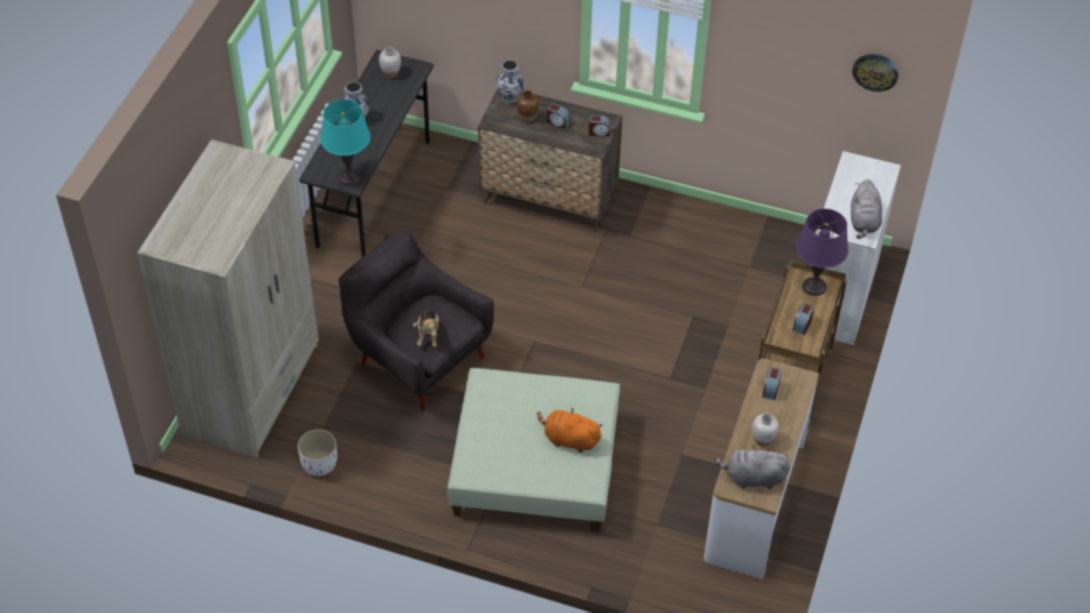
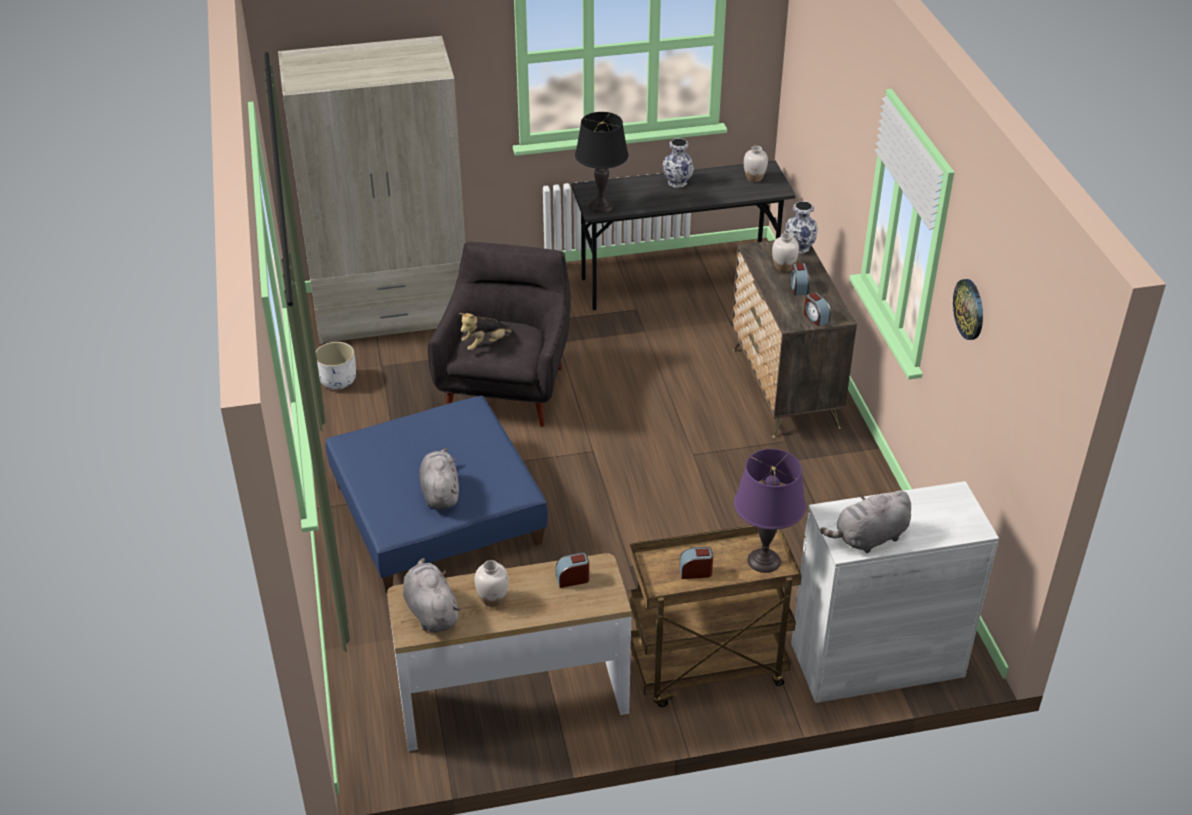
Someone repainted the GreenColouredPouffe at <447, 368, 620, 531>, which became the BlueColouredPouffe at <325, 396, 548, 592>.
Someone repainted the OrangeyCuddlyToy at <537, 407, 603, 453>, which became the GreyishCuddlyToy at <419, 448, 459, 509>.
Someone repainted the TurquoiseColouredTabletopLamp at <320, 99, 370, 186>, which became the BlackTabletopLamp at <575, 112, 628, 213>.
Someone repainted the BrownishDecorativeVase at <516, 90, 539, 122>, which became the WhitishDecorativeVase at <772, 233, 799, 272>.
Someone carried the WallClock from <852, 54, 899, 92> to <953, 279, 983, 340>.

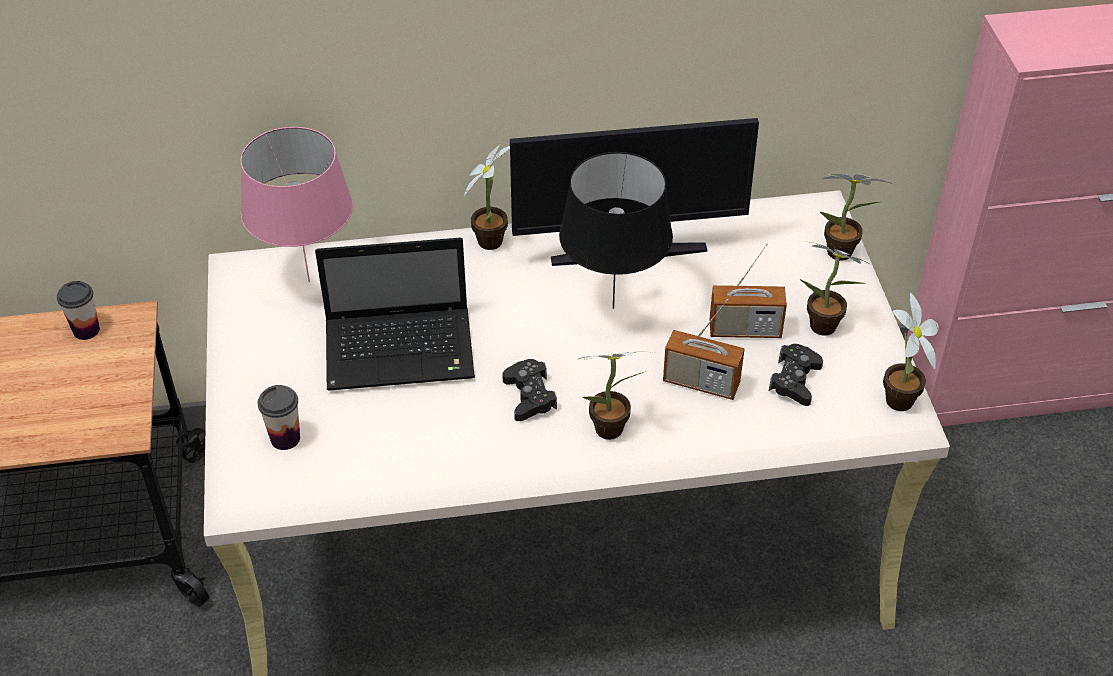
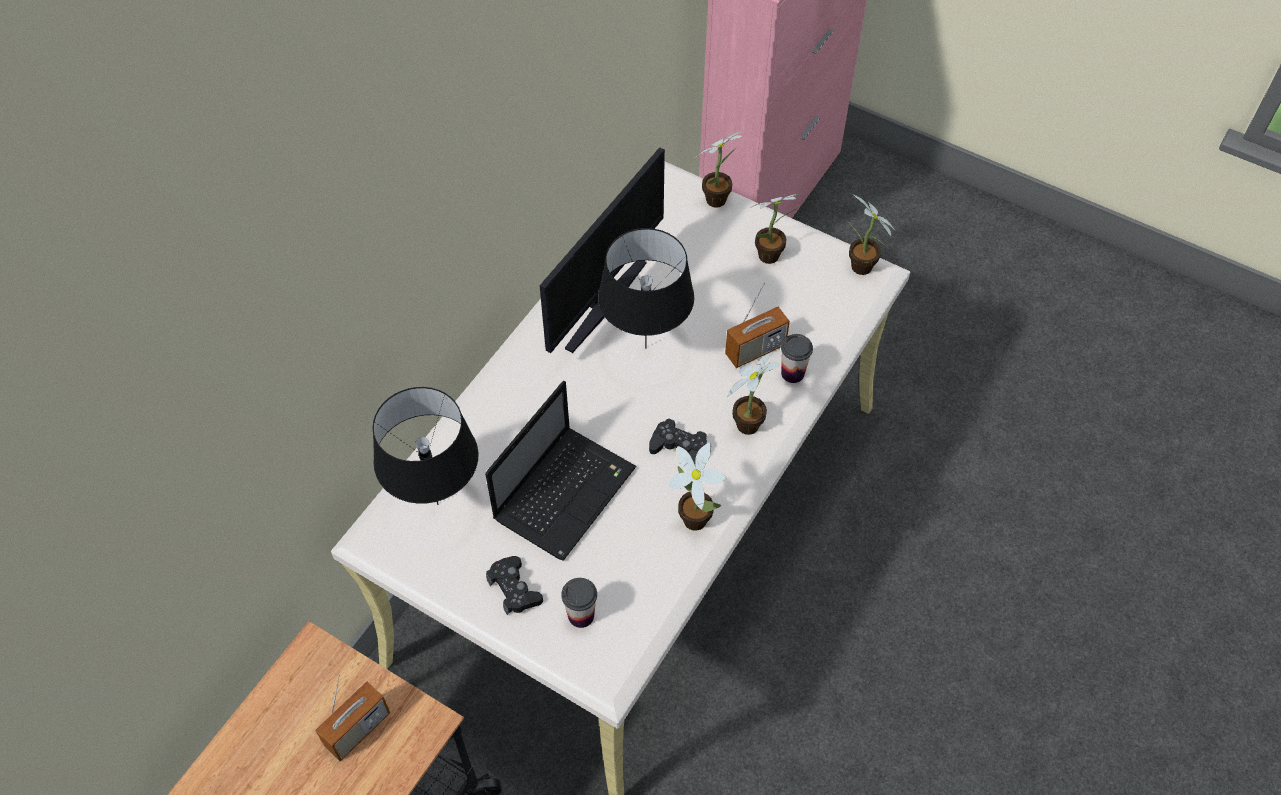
Someone carried the RadioReceiver from <709, 243, 787, 338> to <315, 674, 390, 761>.
Someone repainted the PinkishTabletopLamp at <240, 127, 353, 282>, which became the BlackTabletopLamp at <373, 387, 479, 505>.
Someone carried the BlackJoypad from <769, 344, 823, 406> to <486, 556, 543, 615>.
Someone carried the PlantInAPot from <464, 145, 510, 250> to <668, 442, 726, 531>.
Someone carried the SmallCup from <57, 281, 100, 340> to <781, 334, 813, 383>.

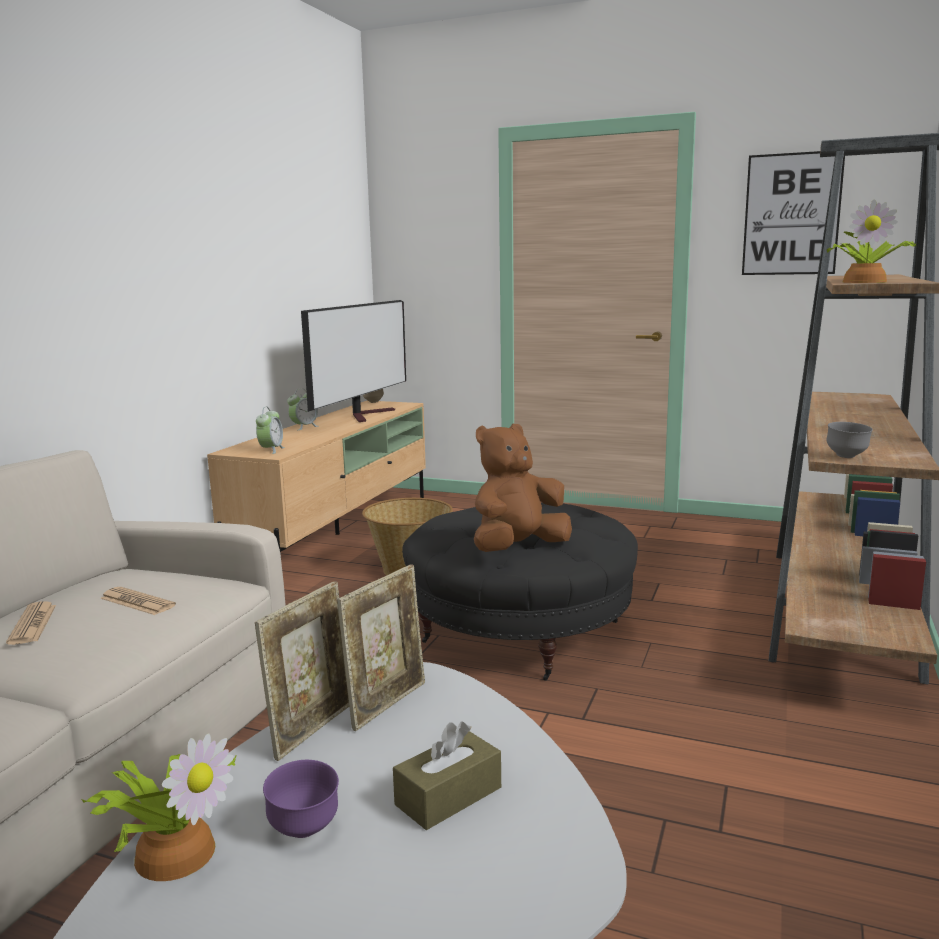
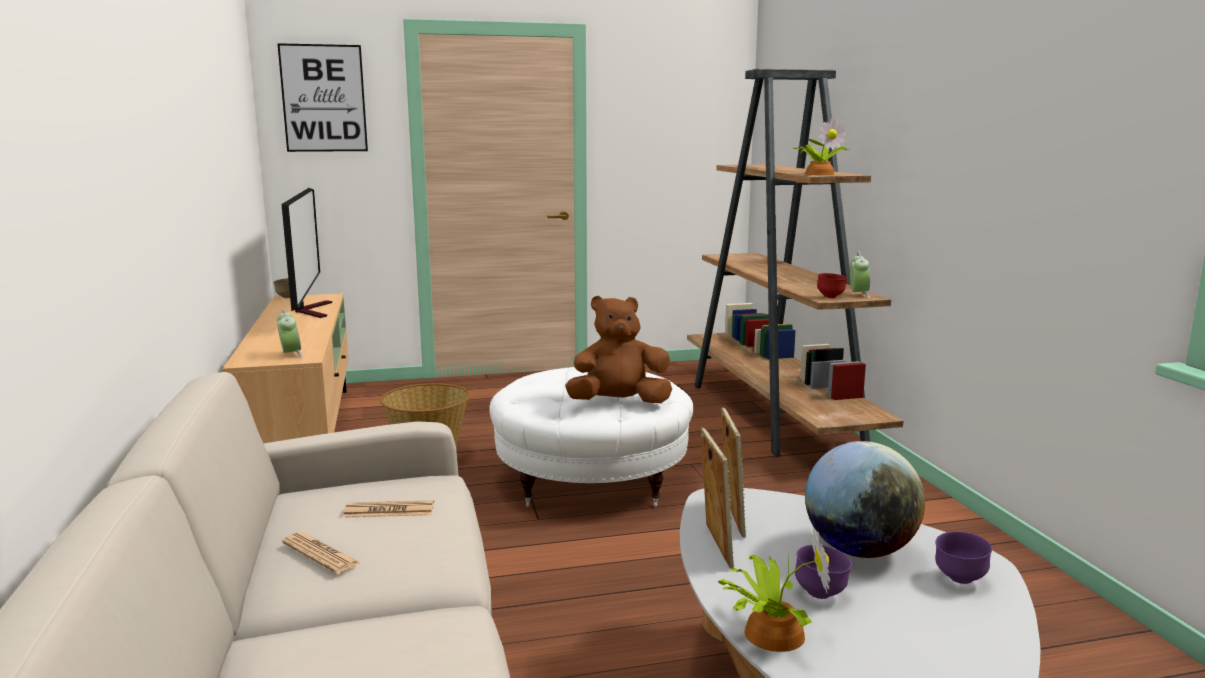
Someone carried the WallPicture from <742, 151, 845, 275> to <277, 43, 368, 152>.
Someone repainted the BlackPouffe at <402, 503, 638, 681>, which became the WhitishPouffe at <489, 367, 693, 508>.
Someone rotated the BrownishCuddlyToy at <474, 424, 572, 552> by 60 degrees clockwise.
Someone swapped the BrownishBoxOfTissues at <393, 721, 501, 830> for the DeskGlobe at <805, 441, 925, 558>.
Someone repainted the GreyishBowl at <827, 422, 873, 458>, which became the RedBowl at <817, 273, 848, 298>.
Someone carried the BedsideClock from <287, 389, 318, 430> to <850, 251, 870, 298>.
Someone put down the PurpleColouredBowl at <935, 532, 992, 584>.

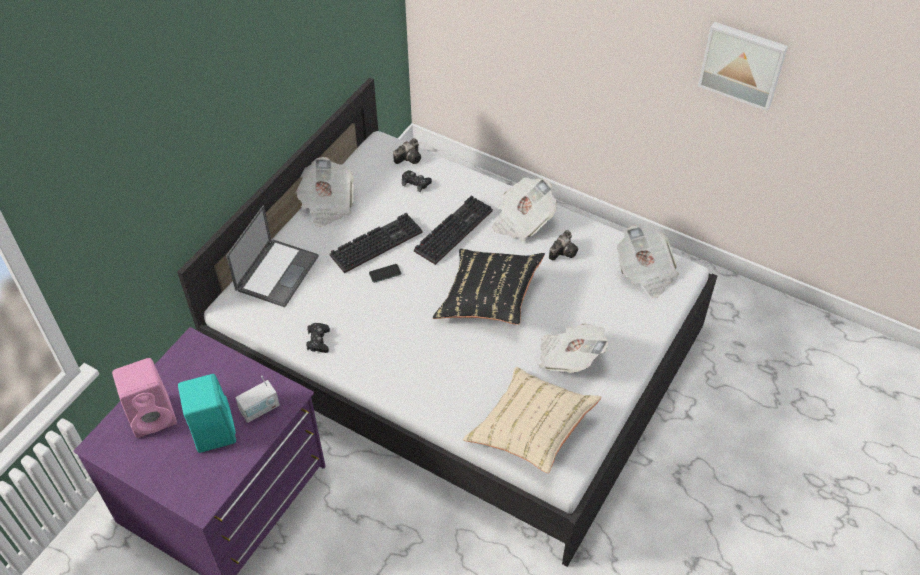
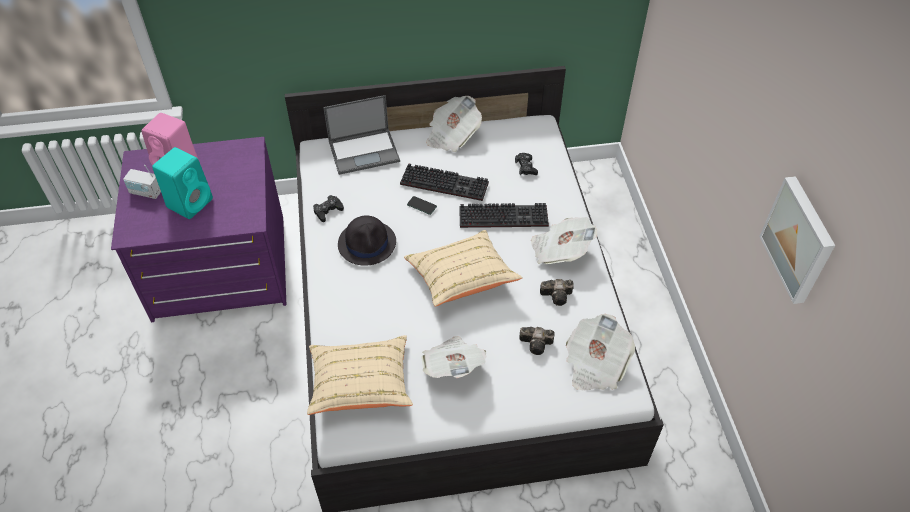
Someone carried the RadioReceiver from <235, 376, 280, 423> to <123, 165, 161, 199>.
Someone put down the BlackWearableHat at <338, 216, 396, 266>.
Someone repainted the BlackPillow at <433, 249, 545, 325>, which became the SandColouredPillow at <404, 230, 522, 307>.
Someone carried the PhotoCamera from <393, 138, 421, 164> to <519, 327, 554, 355>.

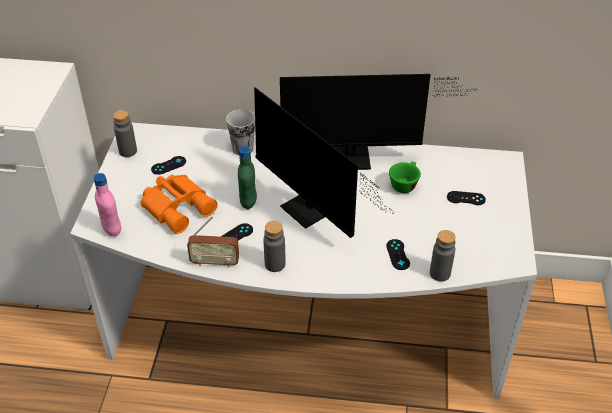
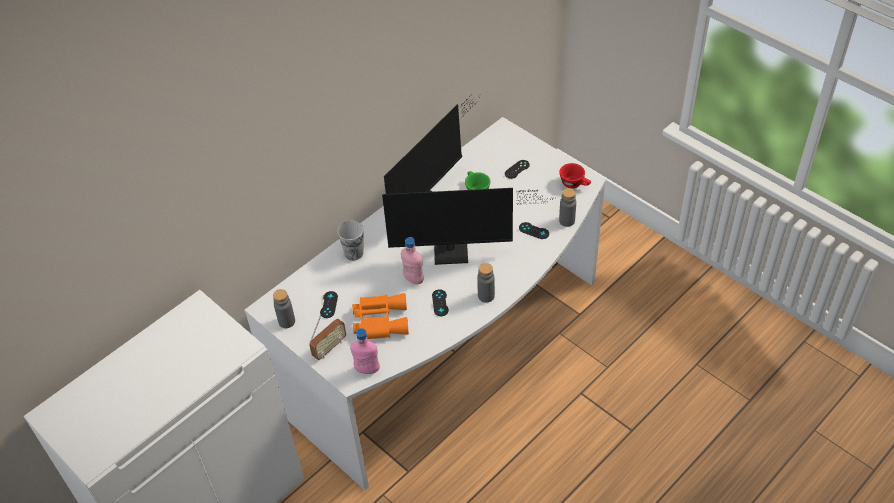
Someone carried the RadioReceiver from <187, 216, 239, 268> to <309, 315, 346, 360>.
Someone repainted the GreenColouredBeverageBottle at <238, 146, 257, 209>, which became the PinkishBeverageBottle at <401, 237, 424, 284>.
Someone put down the RedSmallCup at <559, 163, 591, 189>.

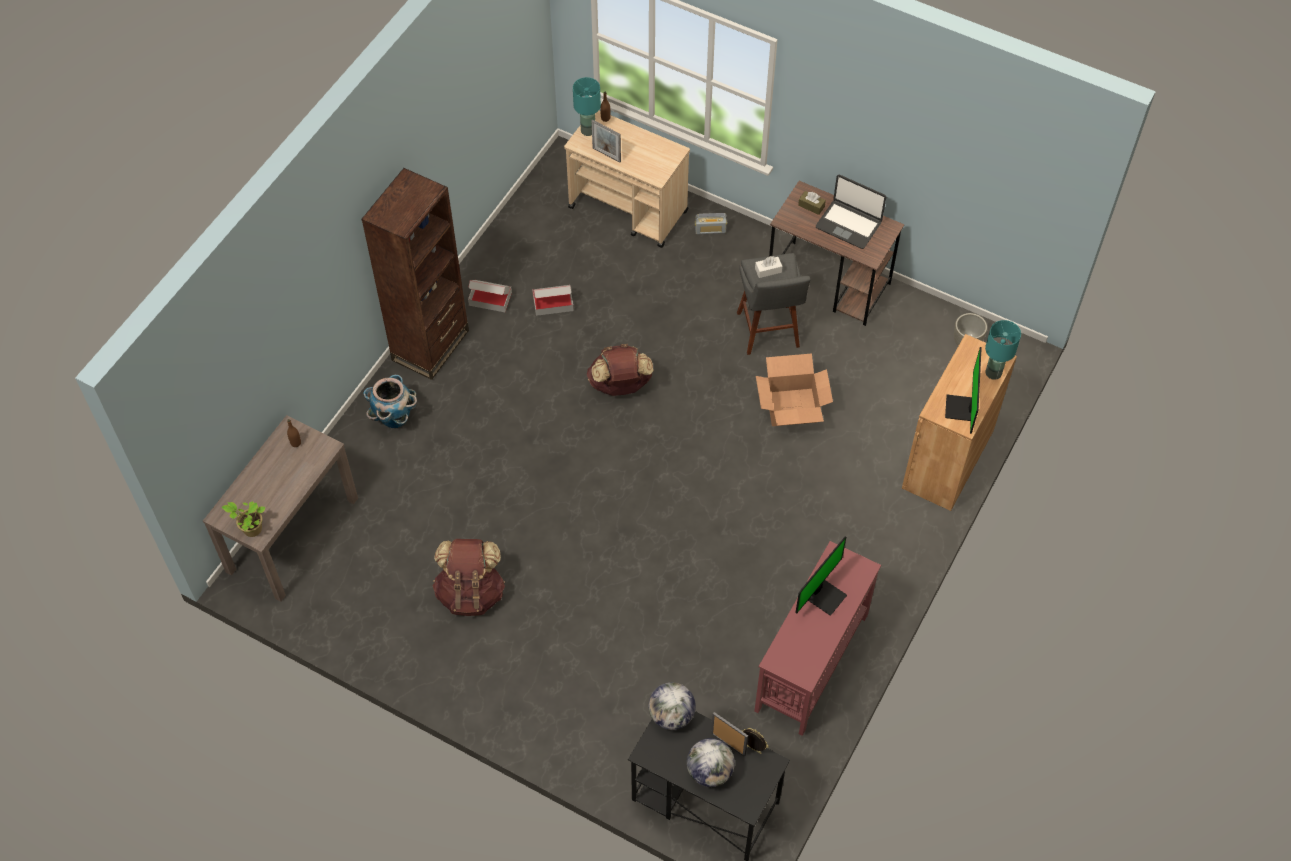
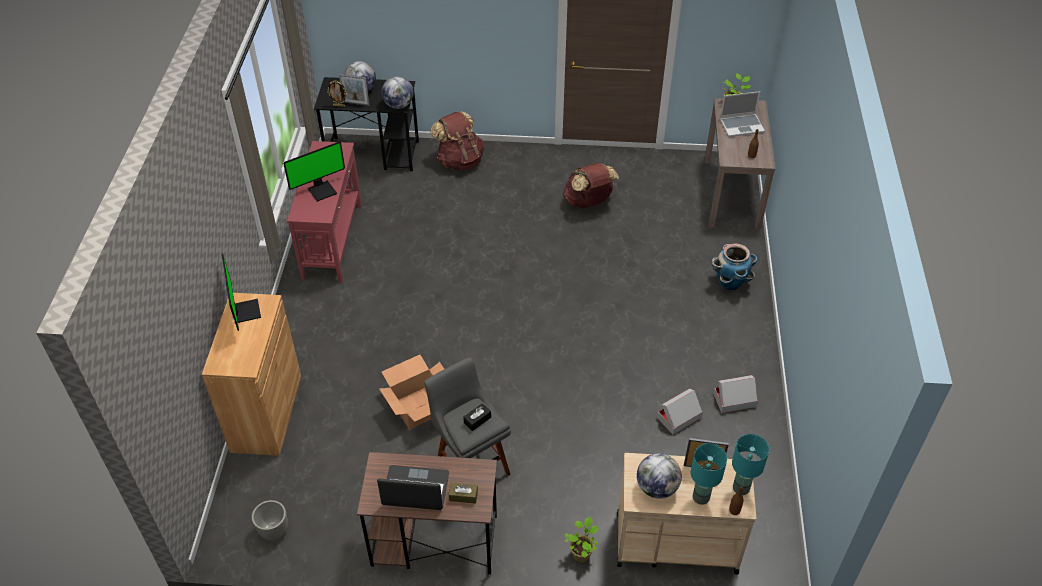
Someone rotated the Monitor at <795, 536, 847, 616> by 135 degrees counterclockwise.
Someone carried the BrownishKnapsack from <587, 344, 654, 396> to <431, 111, 484, 171>.
Someone repainted the WhitishBoxOfTissues at <755, 256, 782, 278>, which became the BlackBoxOfTissues at <463, 403, 491, 431>.
Someone swapped the RadioReceiver at <695, 213, 727, 234> for the PlantInAPot at <565, 517, 598, 562>.
Someone put down the DeskGlobe at <637, 453, 682, 499>.
Someone carried the TurquoiseColouredTabletopLamp from <985, 320, 1021, 380> to <691, 443, 727, 505>.
Someone put down the NotebookComputer at <720, 91, 765, 137>.
Someone took away the BrownishBookshelf at <362, 168, 469, 380>.

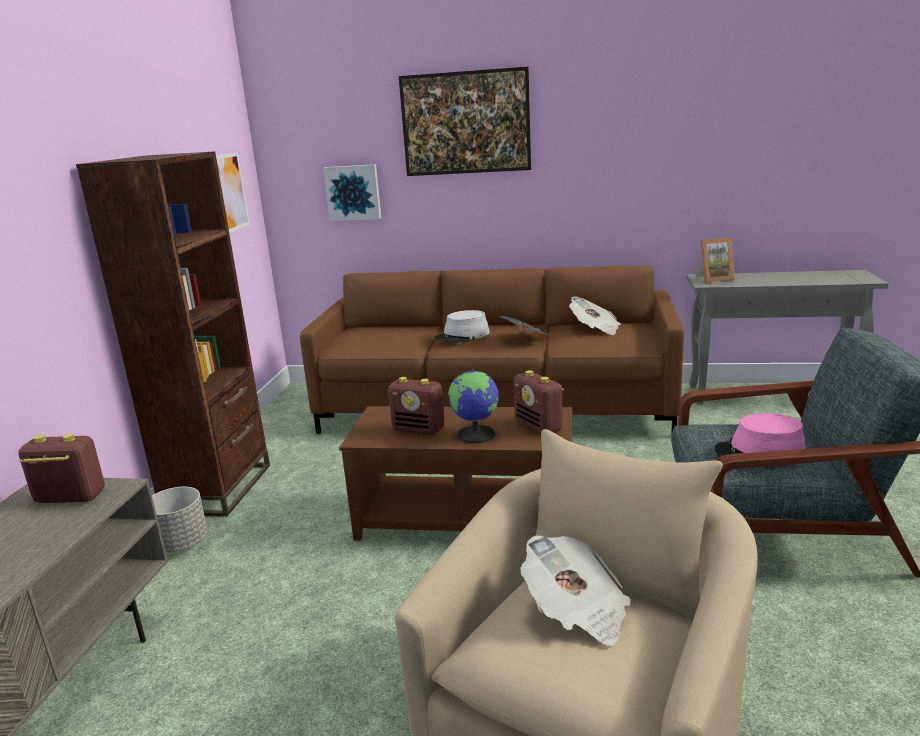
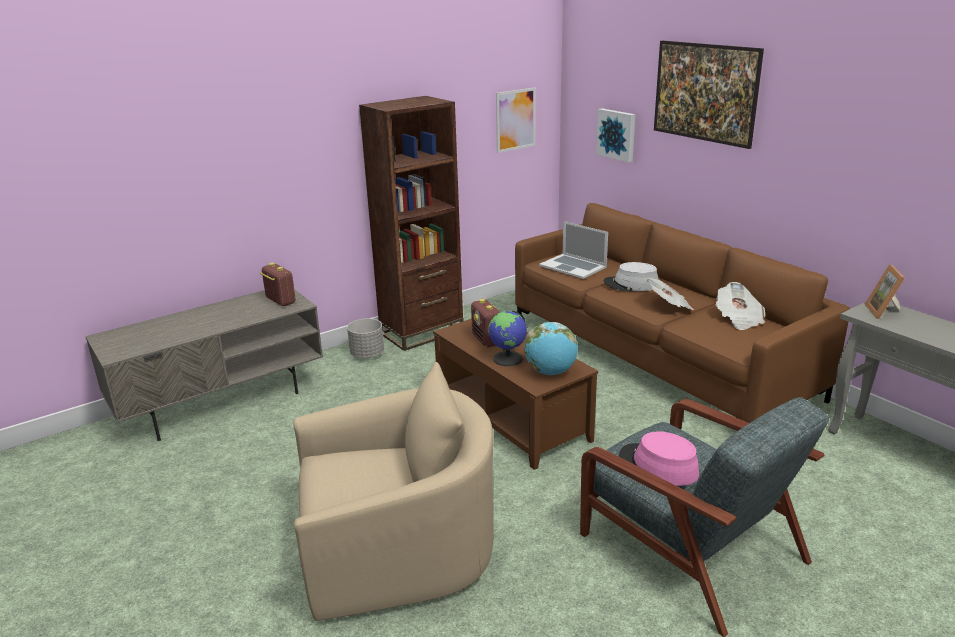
Someone swapped the RadioReceiver at <513, 370, 564, 433> for the DeskGlobe at <524, 322, 578, 375>.
Someone put down the NotebookComputer at <539, 221, 608, 279>.
Someone rotated the PictureFrame at <696, 237, 735, 283> by 60 degrees clockwise.
Someone took away the PrintedPaper at <520, 535, 631, 646>.

